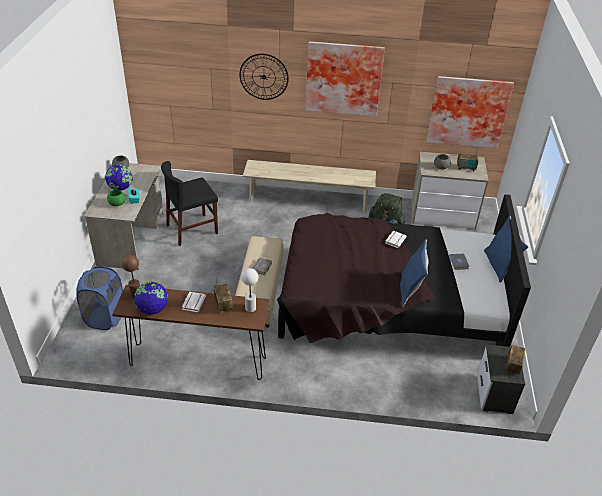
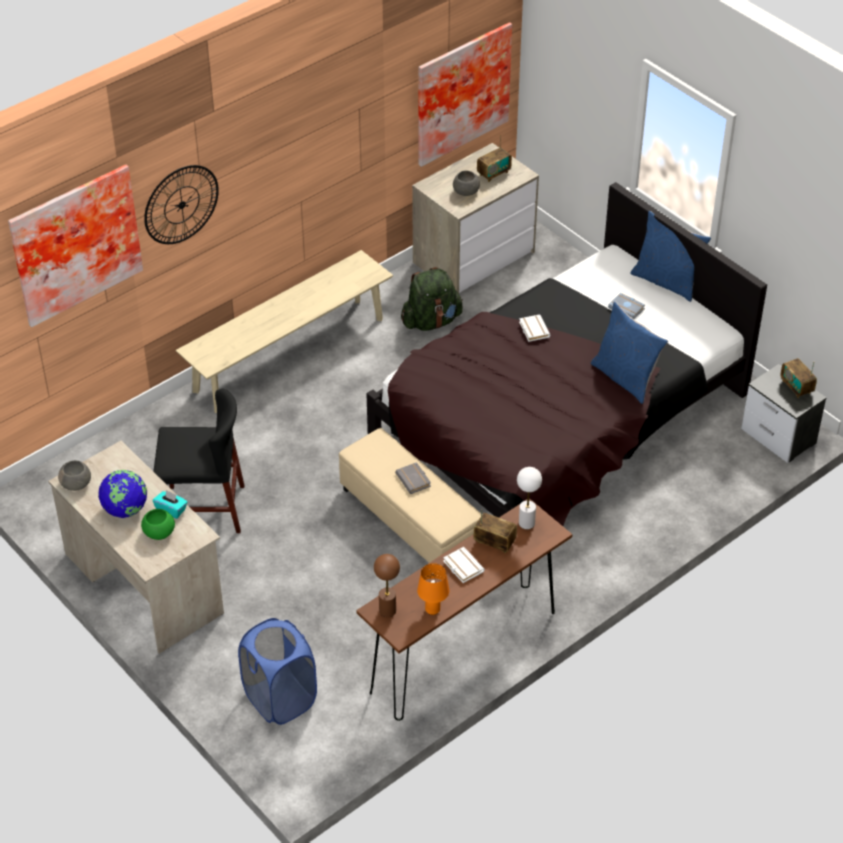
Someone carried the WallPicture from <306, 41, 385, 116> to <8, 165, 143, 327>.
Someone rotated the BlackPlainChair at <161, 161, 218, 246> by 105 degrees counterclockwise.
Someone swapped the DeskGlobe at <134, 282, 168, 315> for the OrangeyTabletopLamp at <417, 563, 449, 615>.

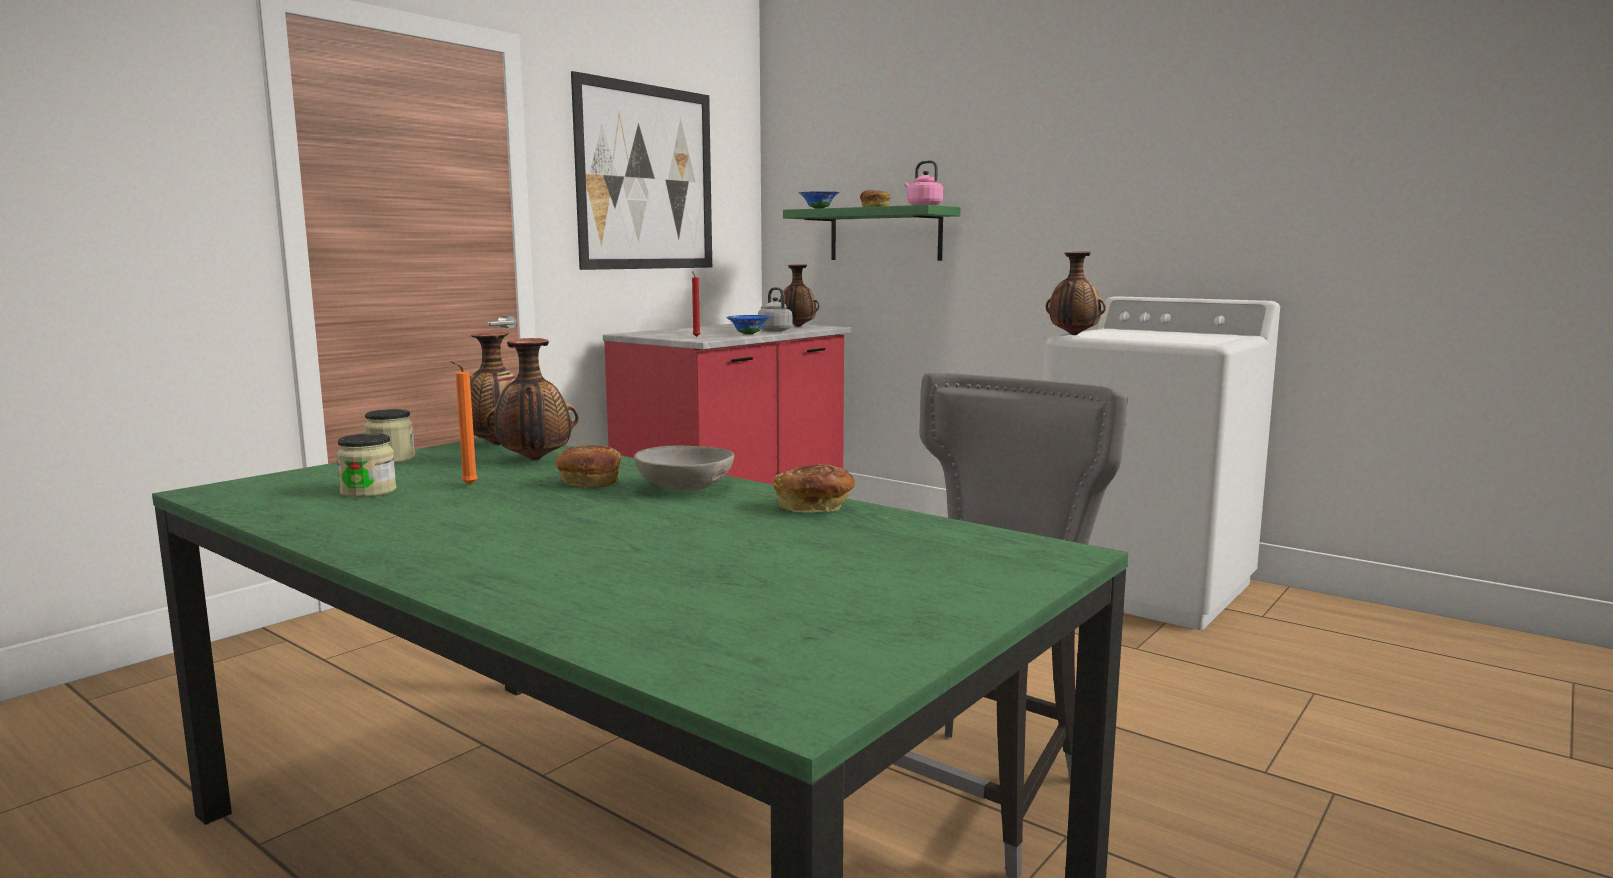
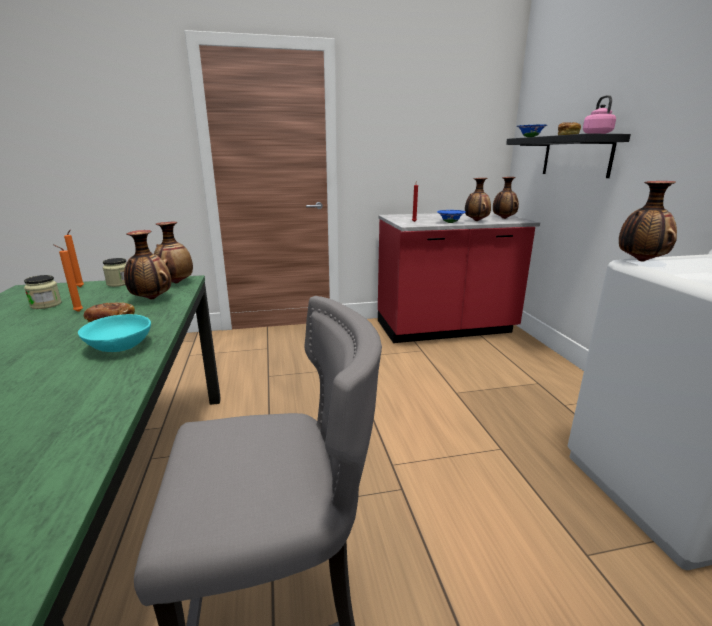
Someone put down the OrangeyCandle at <64, 230, 84, 287>.
Someone repainted the GreyishBowl at <634, 446, 734, 491>, which became the TurquoiseColouredBowl at <78, 314, 151, 352>.
Someone swapped the GreyishTeaKettle at <758, 287, 792, 332> for the DecorativeVase at <465, 178, 491, 221>.
Someone repainted the GreenColouredShelf at <783, 205, 960, 261>, which became the BlackShelf at <506, 133, 631, 178>.
Someone took away the WallPicture at <571, 71, 712, 270>.
Someone took away the Bread at <774, 464, 855, 513>.

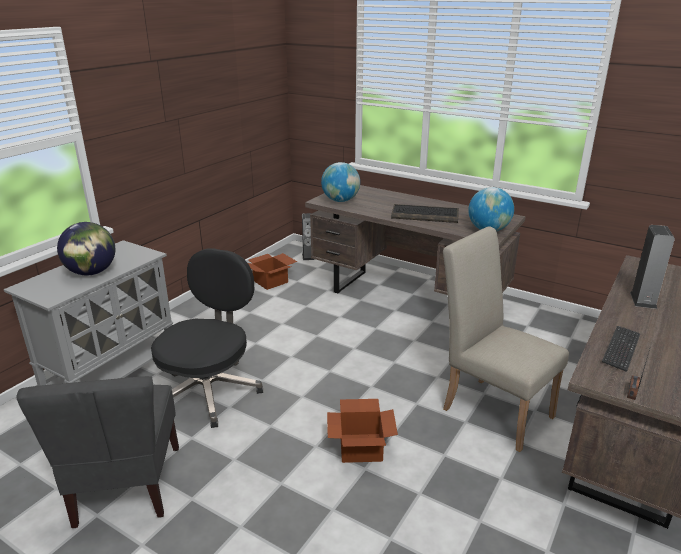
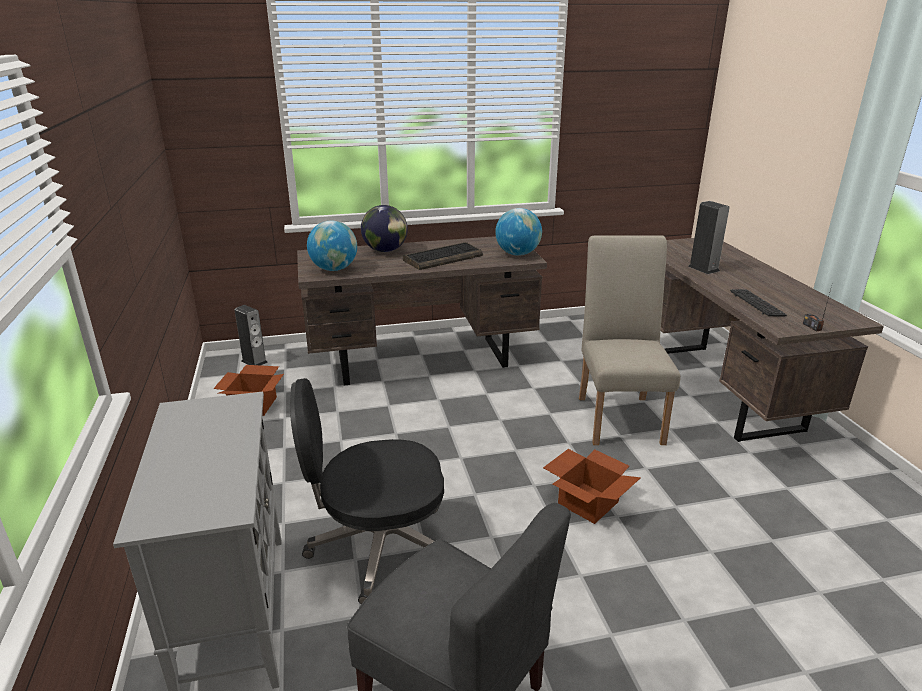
Someone rotated the BlackComputerChair at <151, 248, 263, 428> by 75 degrees counterclockwise.
Someone carried the DeskGlobe from <57, 222, 115, 275> to <361, 205, 408, 252>.
Someone rotated the SandColouredPlainChair at <443, 226, 569, 452> by 90 degrees clockwise.

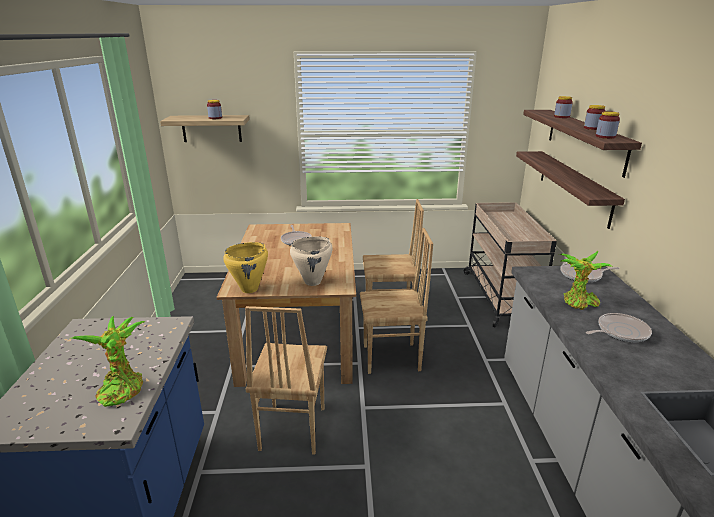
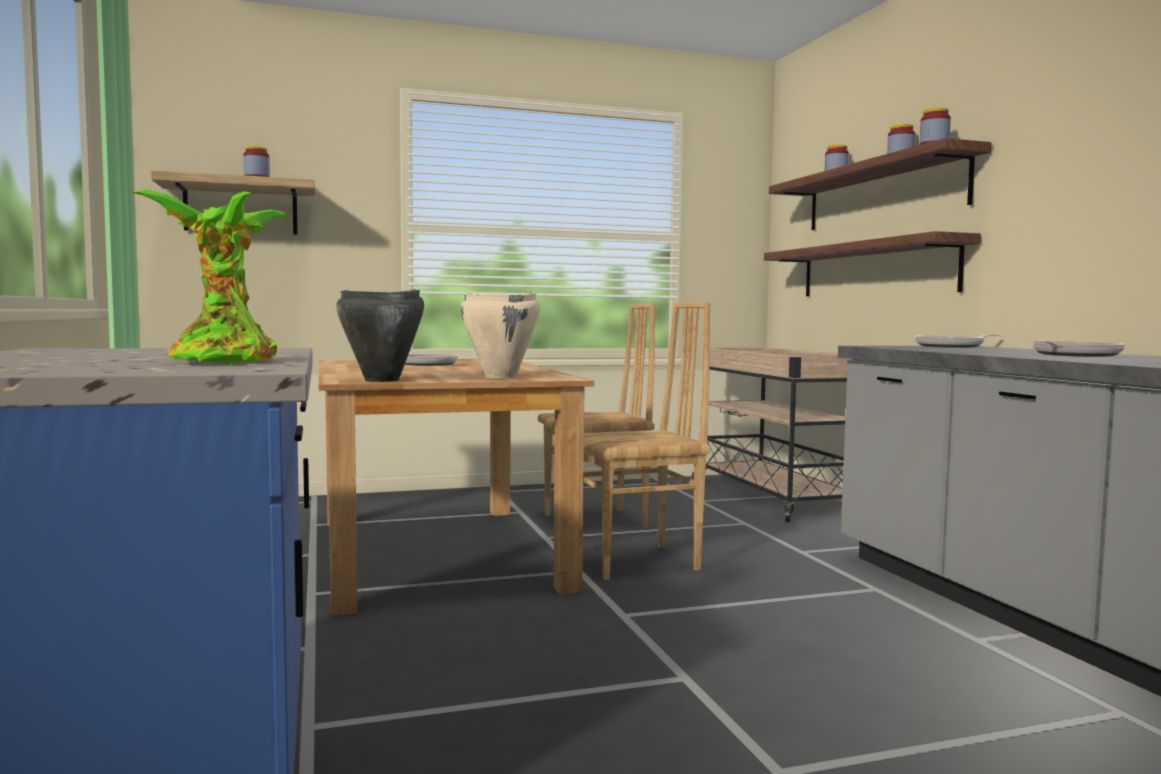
Someone repainted the YellowishCookingPot at <223, 242, 268, 293>, which became the BlackCookingPot at <336, 290, 424, 382>.
Someone took away the BrownishPlainChair at <245, 306, 327, 455>.
Someone took away the PlantInAPot at <559, 251, 612, 310>.

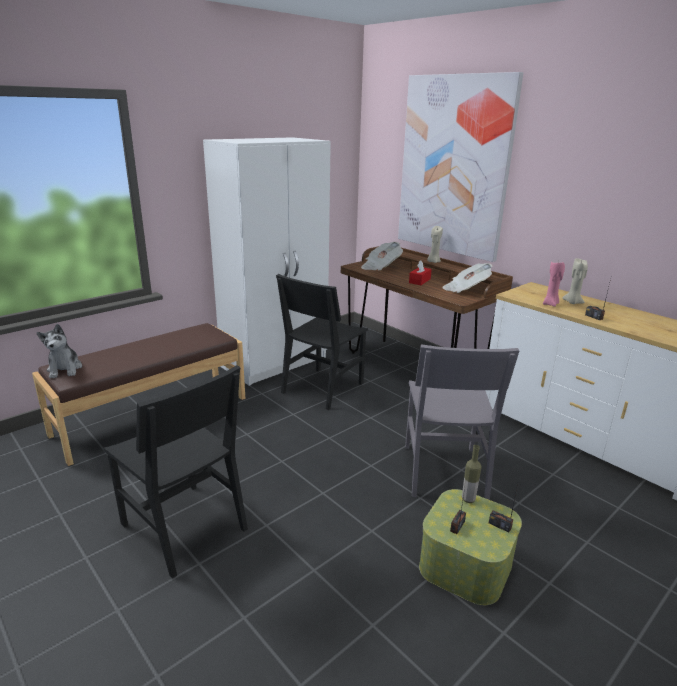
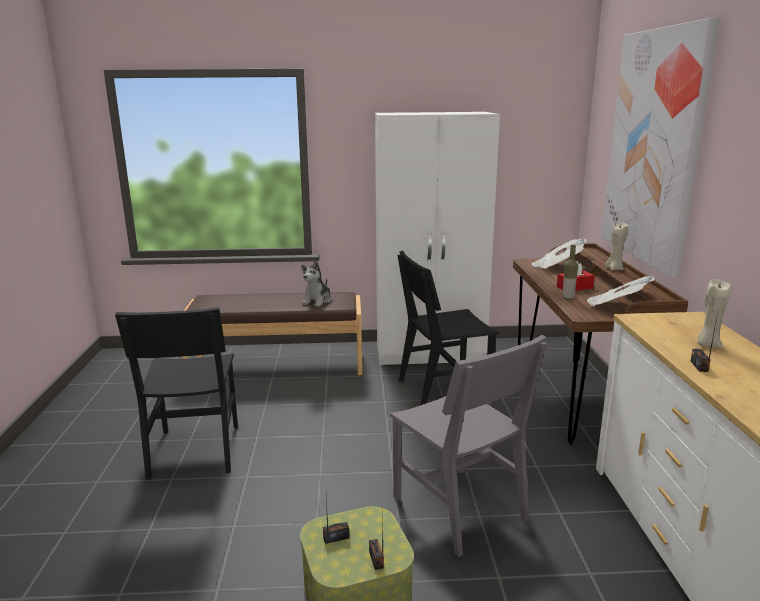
Someone carried the CuddlyToy from <36, 324, 82, 378> to <301, 260, 332, 307>.
Someone rotated the GreyishPlainChair at <405, 344, 519, 500> by 75 degrees counterclockwise.
Someone carried the BeverageBottle from <462, 445, 481, 503> to <562, 245, 578, 300>.
Someone took away the PinkishCandle at <543, 261, 565, 307>.

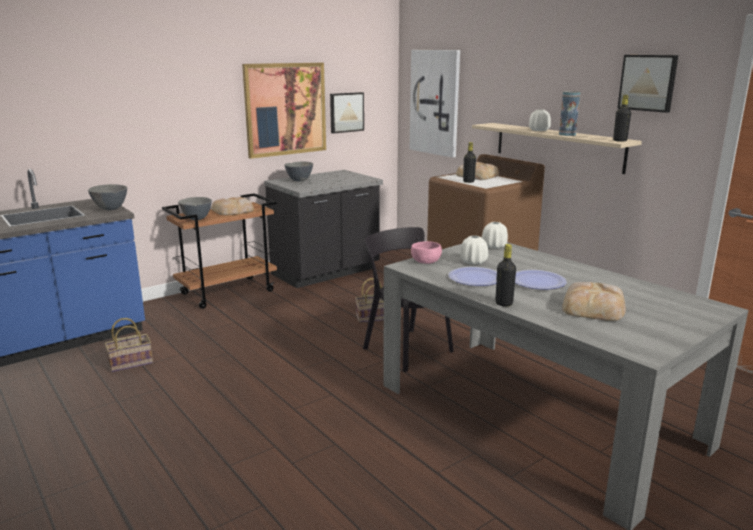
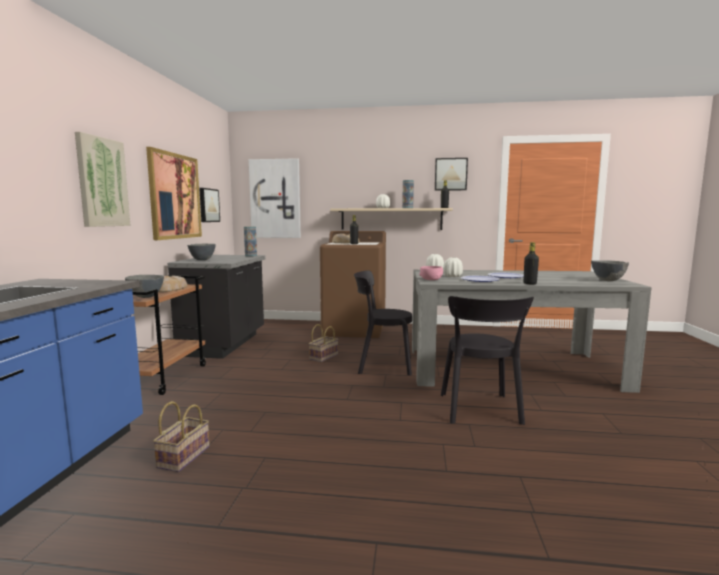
Someone put up the WallPicture at <75, 132, 131, 227>.
Someone put down the DecorativeVase at <244, 226, 257, 257>.
Someone put down the BlackPlainChair at <441, 296, 534, 425>.
Someone carried the GreyishBowl from <88, 184, 127, 210> to <591, 260, 629, 281>.
Someone took away the Bread at <562, 282, 626, 321>.

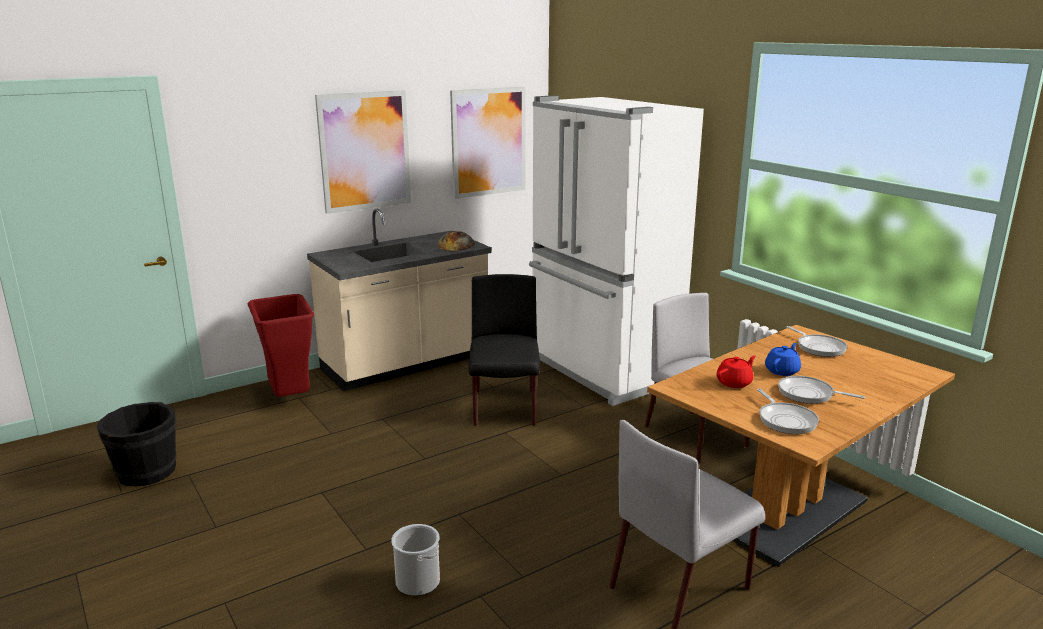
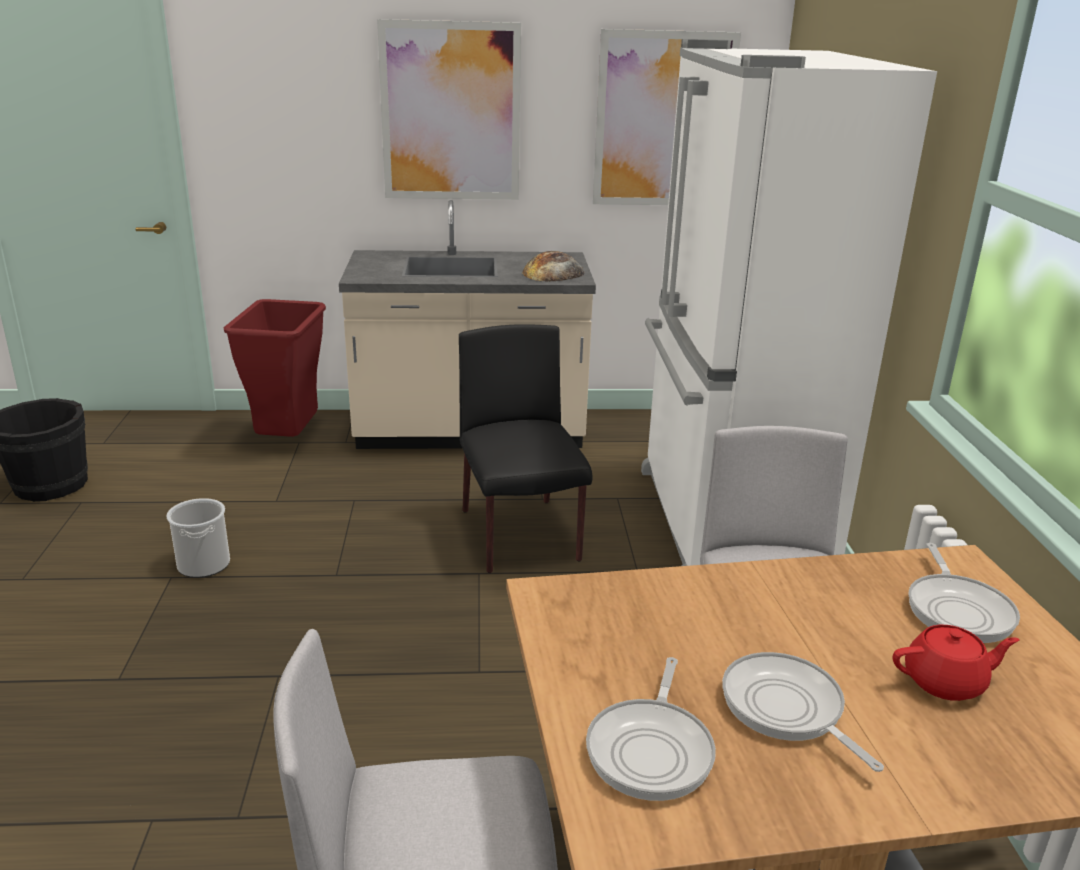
Someone carried the WaterBucket from <391, 524, 440, 596> to <166, 498, 230, 578>.
Someone rotated the BlackPlainChair at <468, 274, 540, 426> by 45 degrees counterclockwise.
Someone carried the RedPotForTea from <716, 356, 756, 388> to <892, 625, 1019, 701>.
Someone took away the BlueColouredPotForTea at <765, 343, 801, 376>.

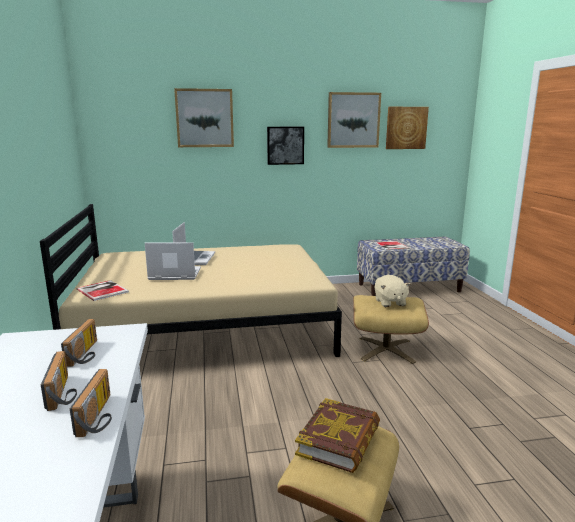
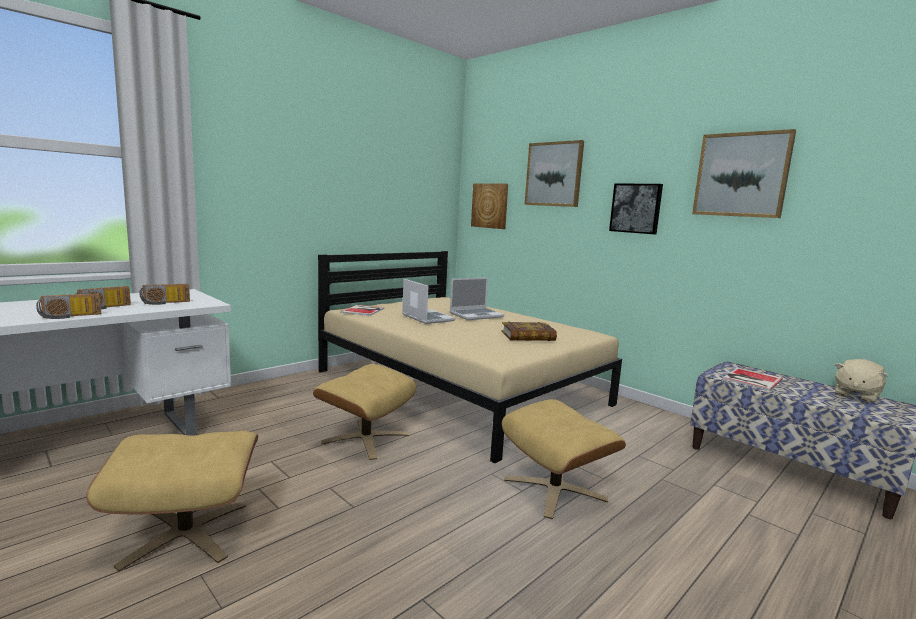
Someone put down the SandColouredPouffe at <313, 364, 416, 460>.
Someone carried the WallPicture from <386, 107, 429, 149> to <471, 183, 508, 229>.
Someone carried the Volume from <295, 398, 380, 473> to <501, 322, 557, 341>.
Someone carried the SandColouredCuddlyToy from <375, 275, 411, 307> to <835, 359, 888, 403>.

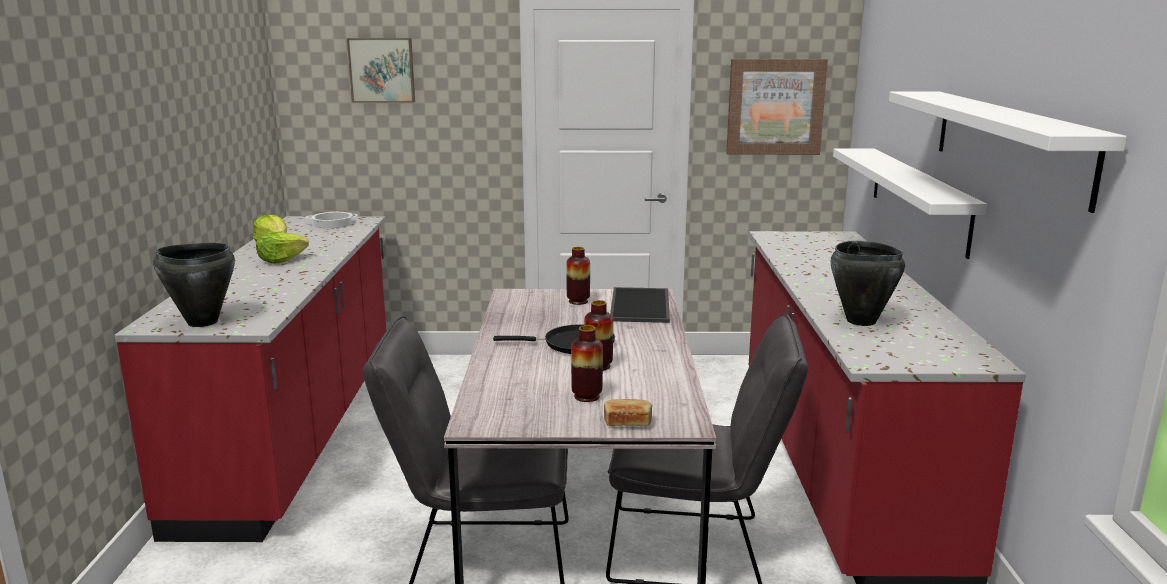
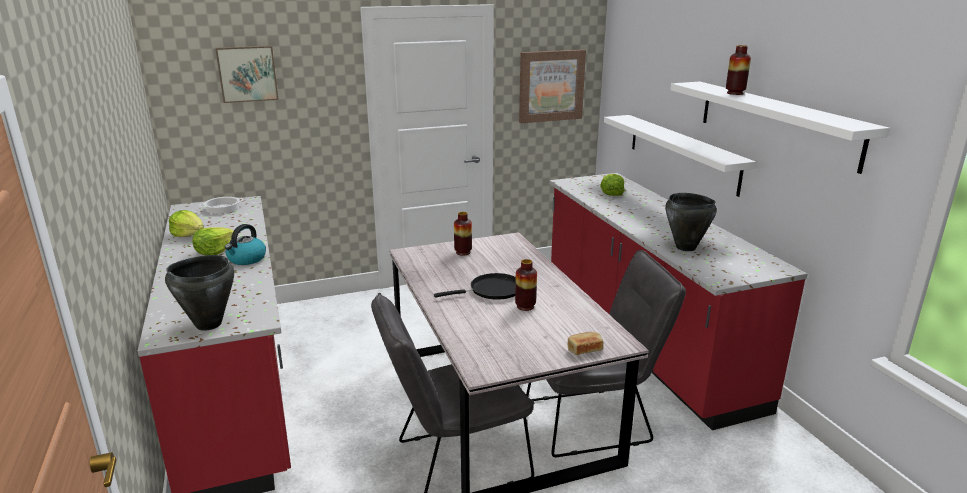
Someone put down the TeaKettle at <225, 224, 266, 265>.
Someone put down the LettuceHead at <600, 174, 625, 196>.
Someone carried the DecorativeVase from <571, 325, 603, 402> to <726, 45, 751, 95>.
Someone took away the CarryingTray at <610, 287, 670, 323>.

